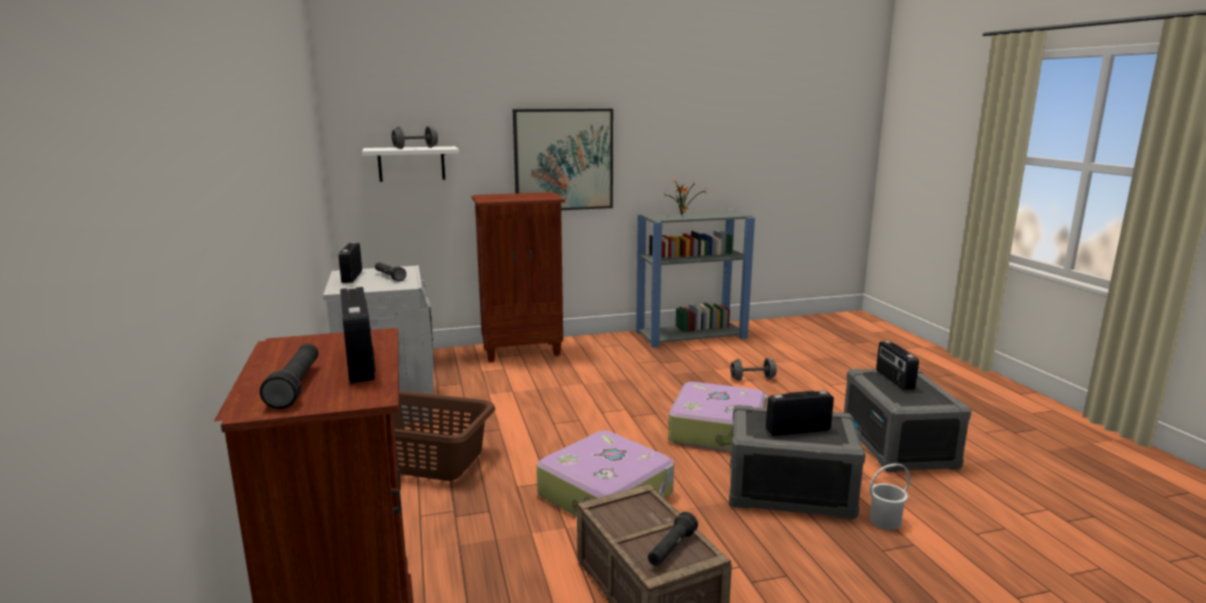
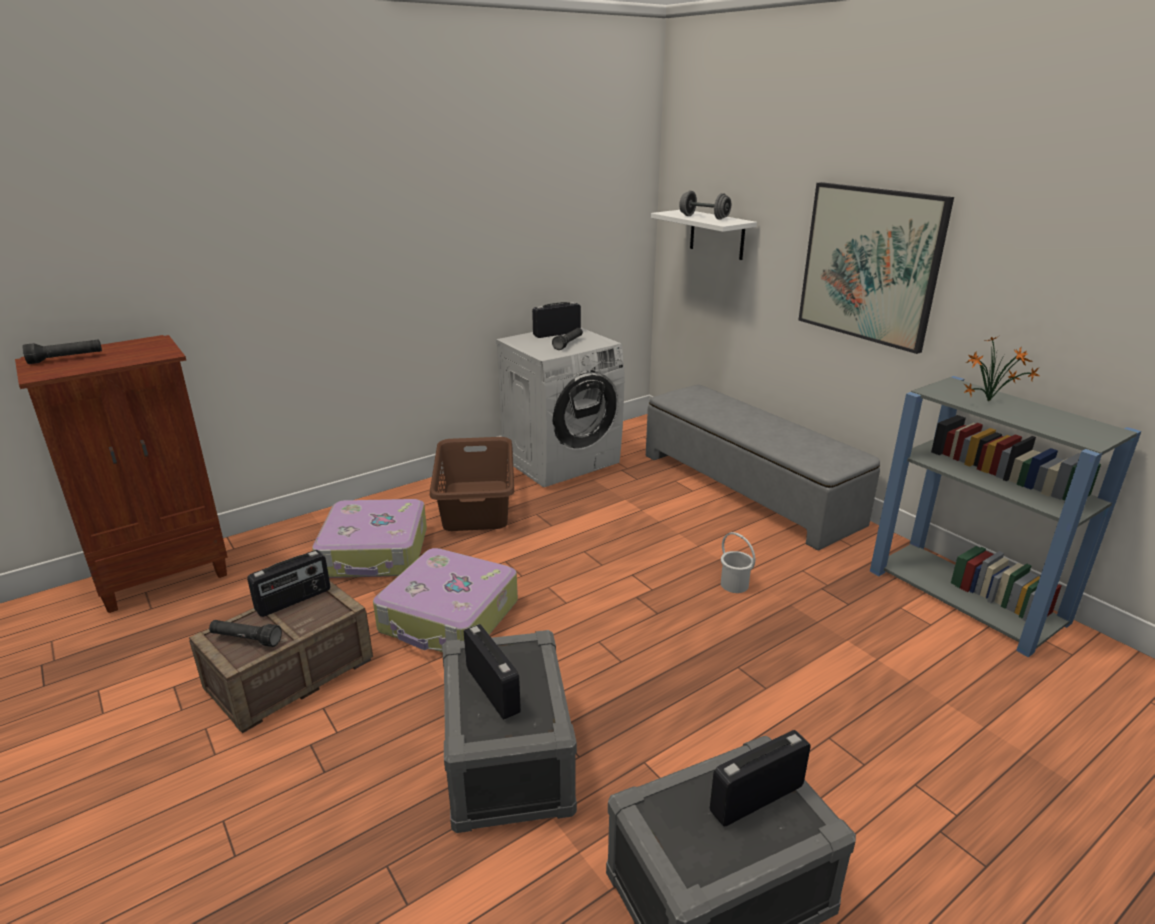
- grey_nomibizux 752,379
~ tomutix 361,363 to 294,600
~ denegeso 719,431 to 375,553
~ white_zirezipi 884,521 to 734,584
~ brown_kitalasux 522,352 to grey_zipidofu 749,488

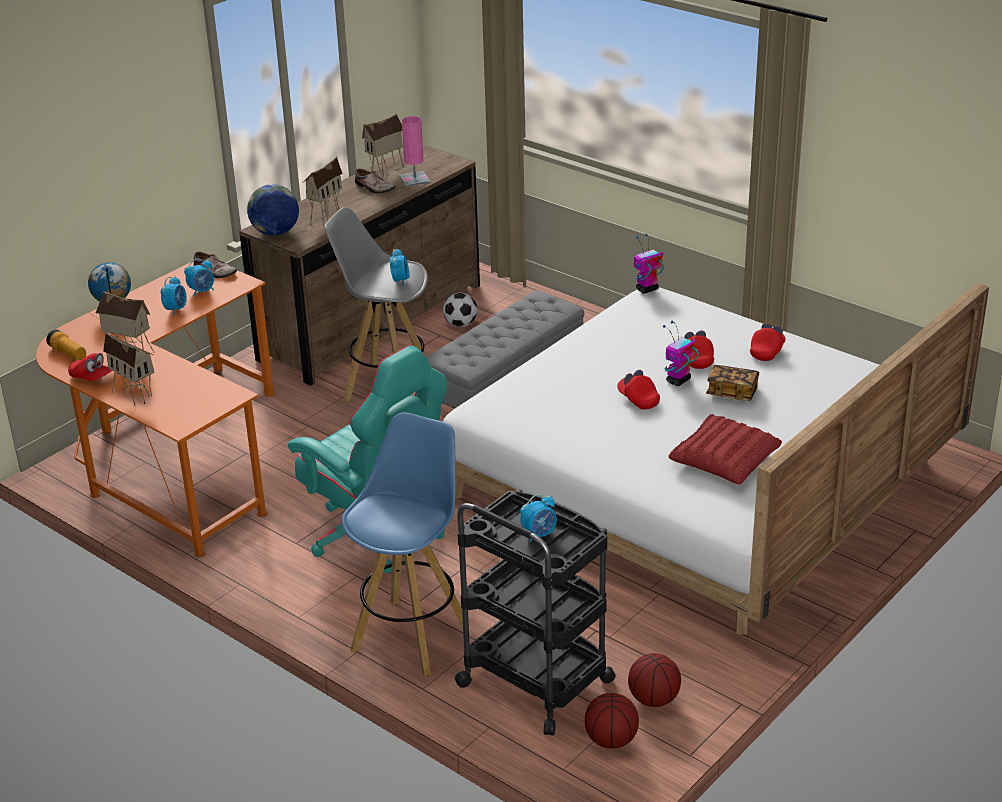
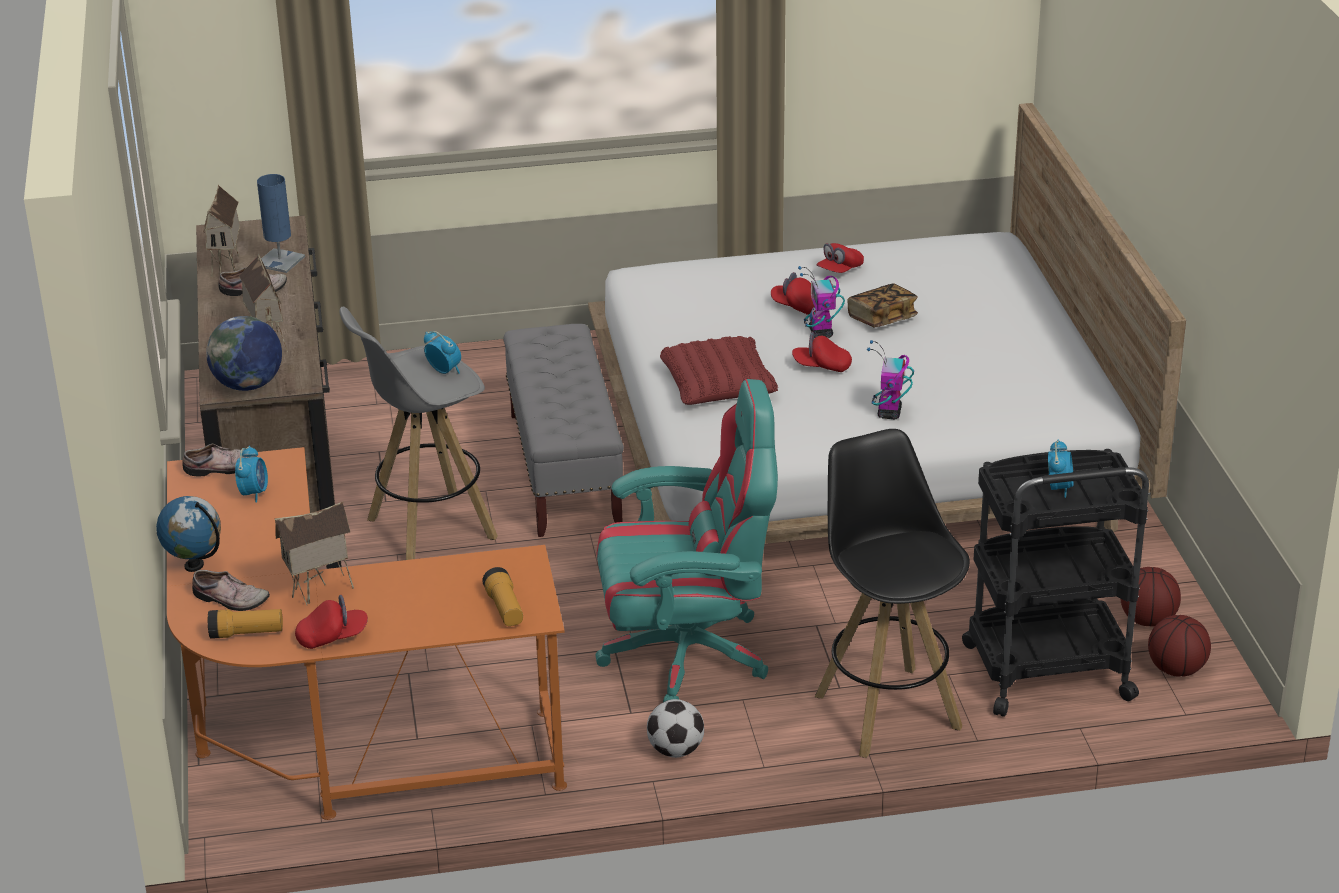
- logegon 135,395
- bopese 176,309
+ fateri 230,600
+ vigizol 504,608
~ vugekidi 460,324 to 675,750
~ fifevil 646,289 to 889,413
~ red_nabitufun 724,460 to 718,384
~ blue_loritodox 412,636 to black_loritodox 887,709
~ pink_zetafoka 414,179 to blue_zetafoka 280,261
~ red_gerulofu 767,351 = 839,270 120 degrees counterclockwise

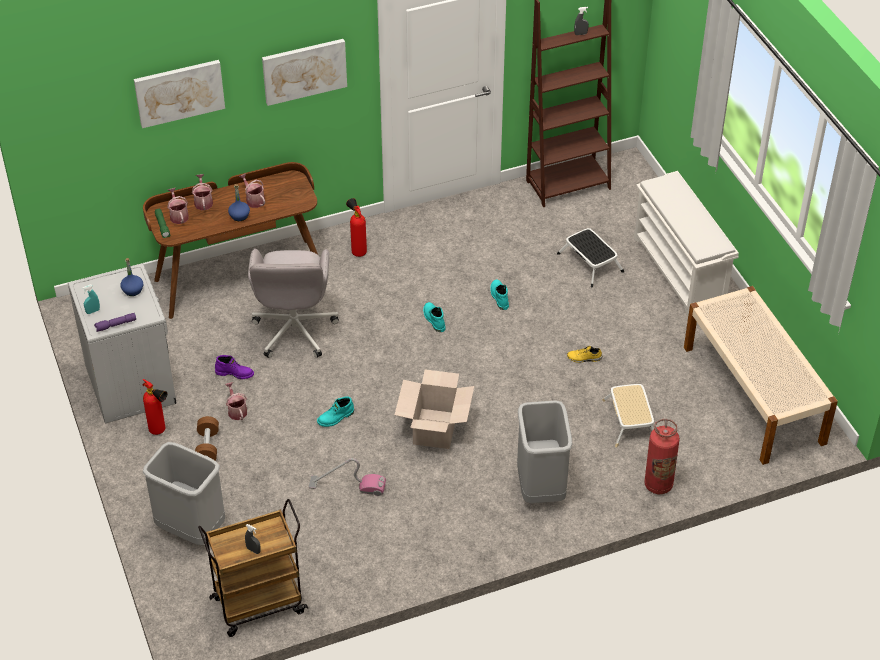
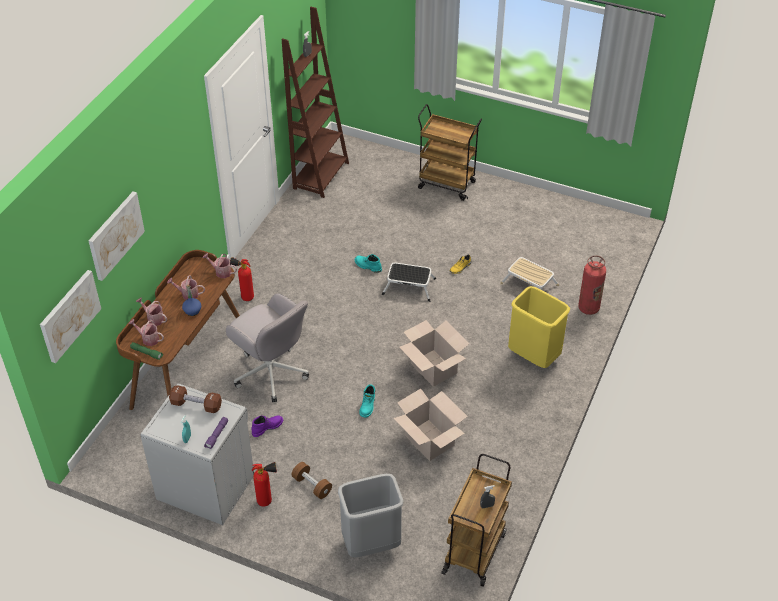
- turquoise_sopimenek 433,319
- beige_zipidofu 754,394
~ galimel 236,410 to 221,272
~ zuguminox 304,70 to 69,315
~ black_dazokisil 590,263 to 409,286
~ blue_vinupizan 132,290 to brown_nomibizux 196,405
~ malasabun 347,486 to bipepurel 429,440
~ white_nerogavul 680,272 to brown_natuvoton 447,185
~ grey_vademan 539,487 to yellow_vademan 533,356

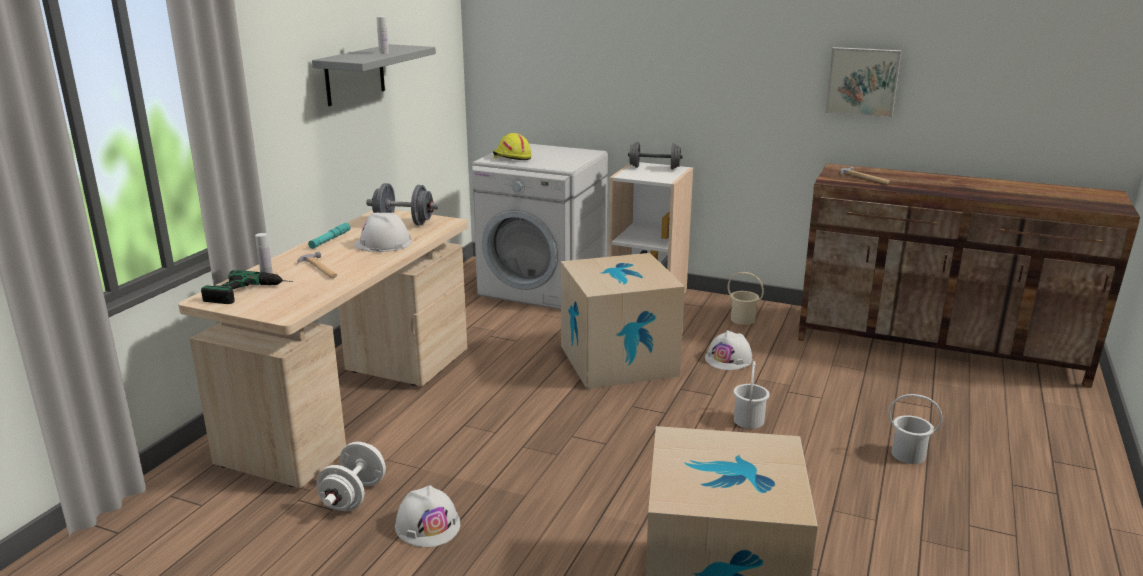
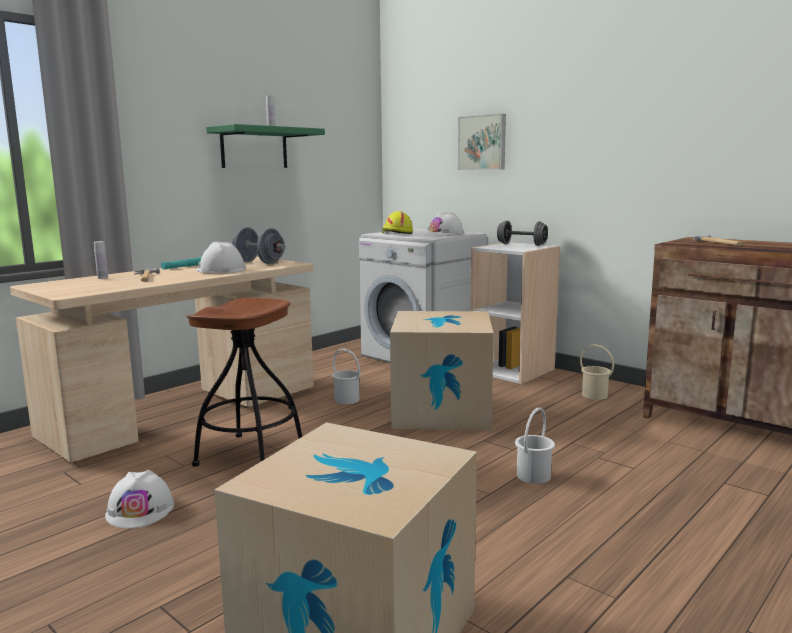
- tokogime 251,293
- white_nomibizux 354,496
+ brown_loritodox 250,454
~ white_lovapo 728,359 to 444,234
~ zuguminox 862,81 to 483,142
~ white_zirezipi 908,454 to 347,399
~ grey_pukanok 355,75 to green_pukanok 254,148

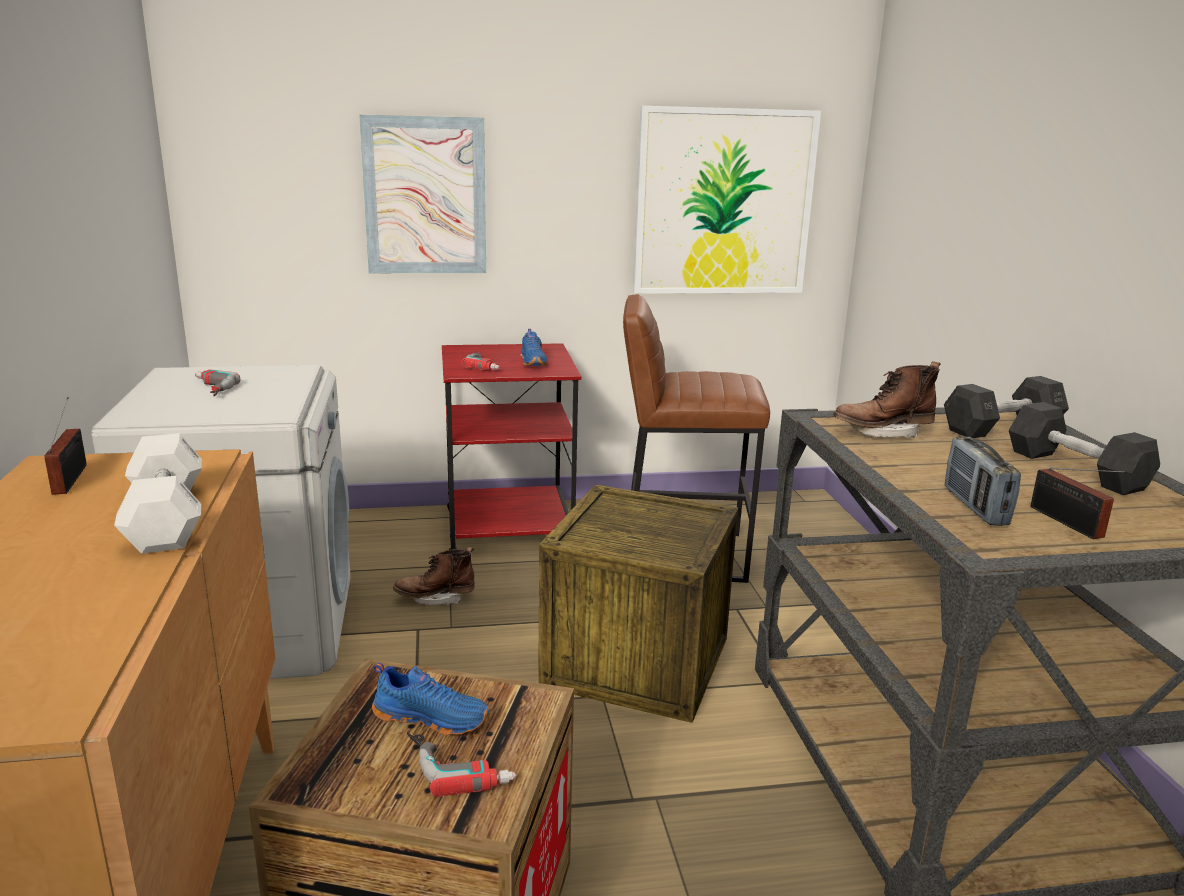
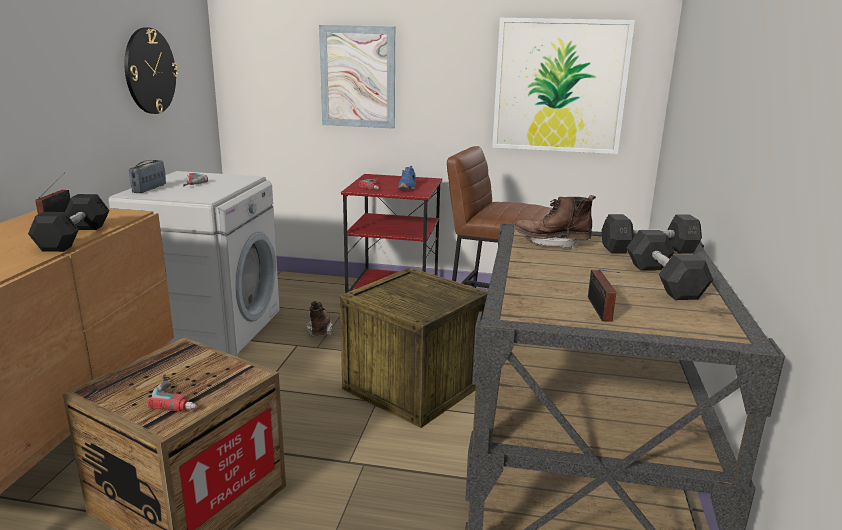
- blue_fateri 432,717
+ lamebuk 150,71
~ tomutix 975,507 to 149,189
~ white_nomibizux 166,518 to black_nomibizux 74,237
~ brown_sopimenek 435,598 = 320,330 75 degrees clockwise

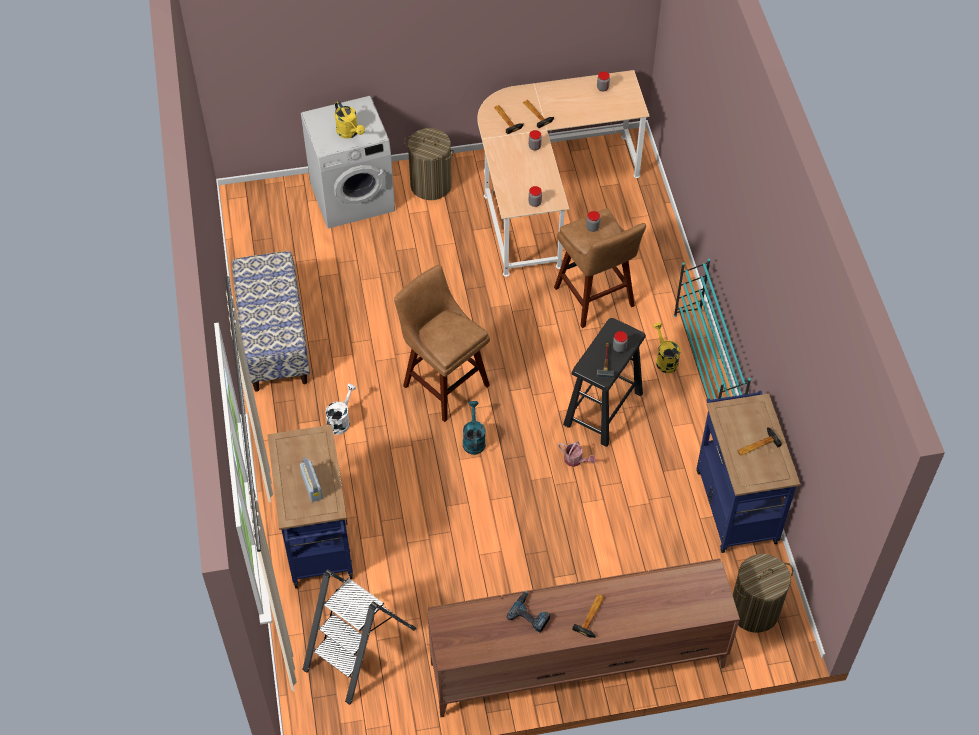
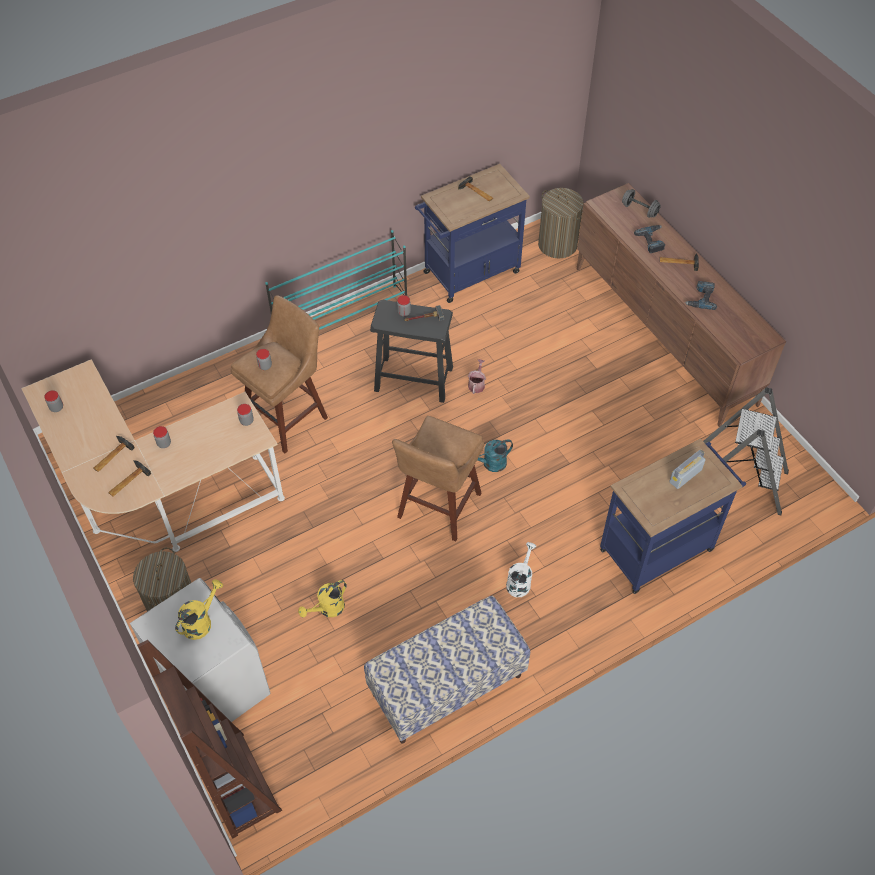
+ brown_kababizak 237,785
+ grey_nomibizux 639,210
+ tokogime 652,240
~ yellow_galimel 664,359 to 327,609
~ white_galimel 340,420 = 520,581 105 degrees clockwise

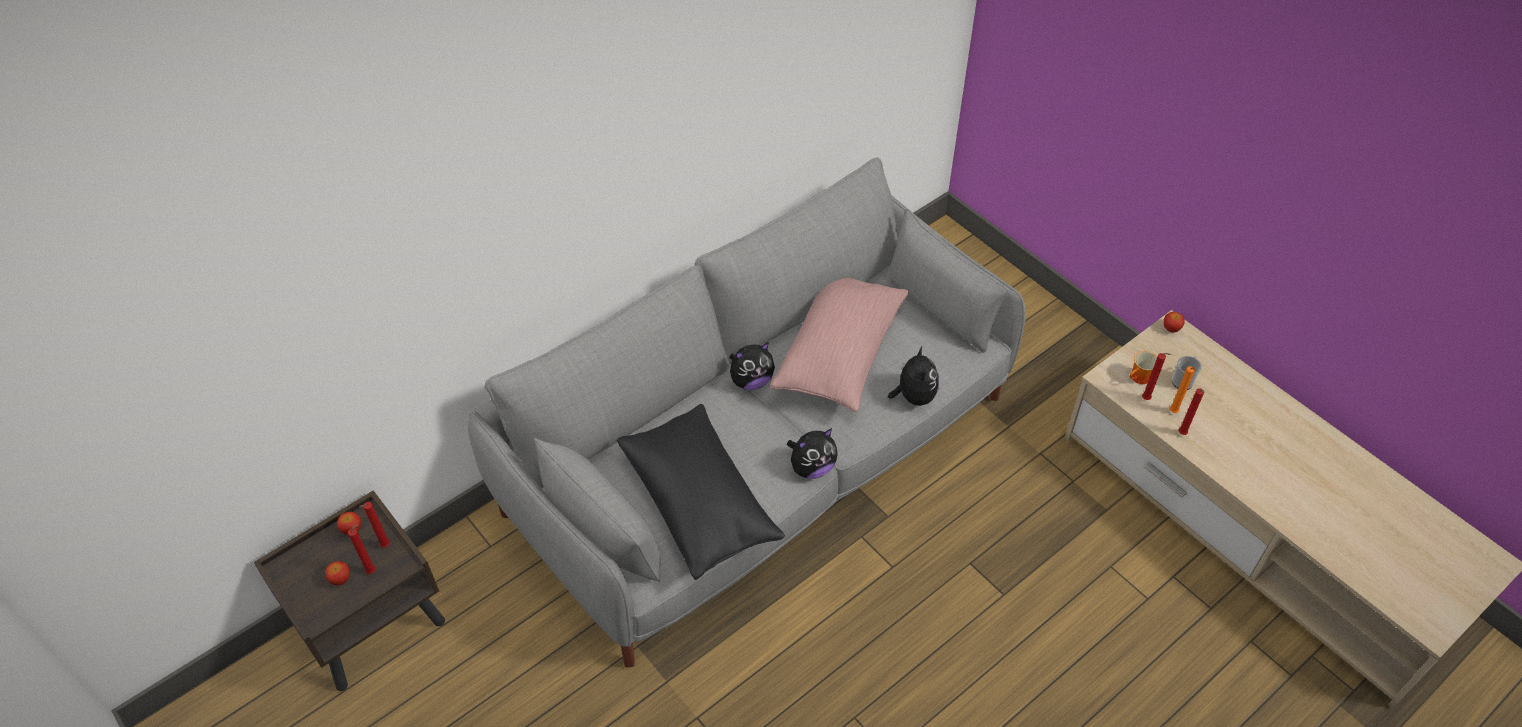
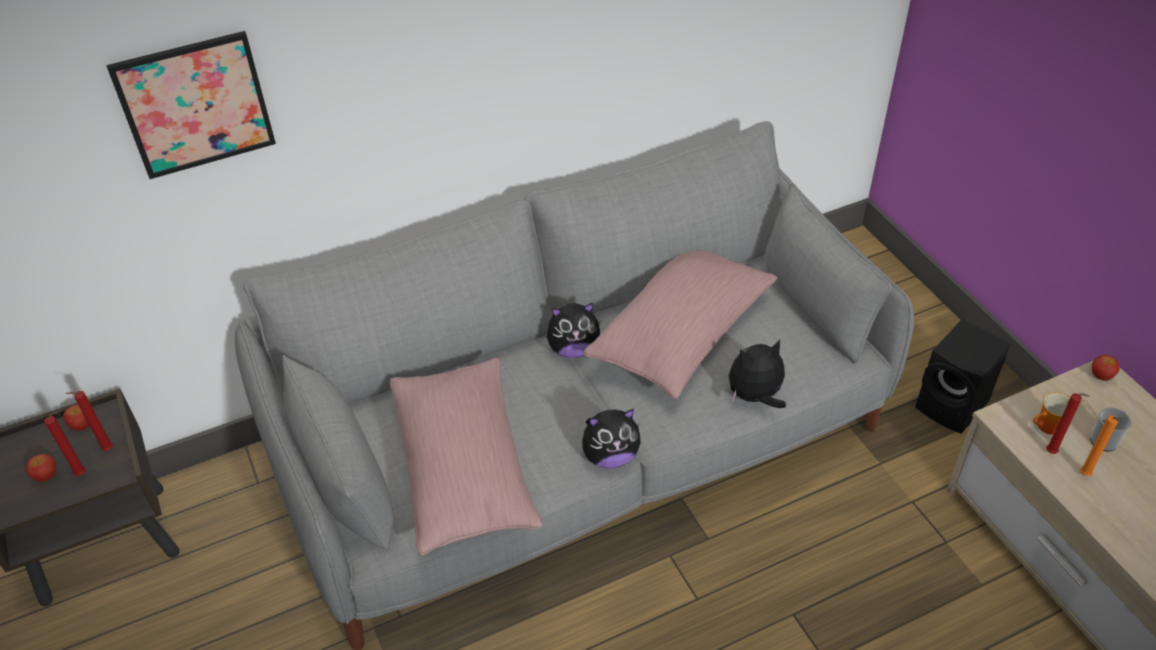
- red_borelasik 1182,434
+ zuguminox 195,105
+ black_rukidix 953,406
~ black_nabitufun 699,502 to pink_nabitufun 464,469
~ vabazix 913,396 = 755,397 120 degrees counterclockwise

